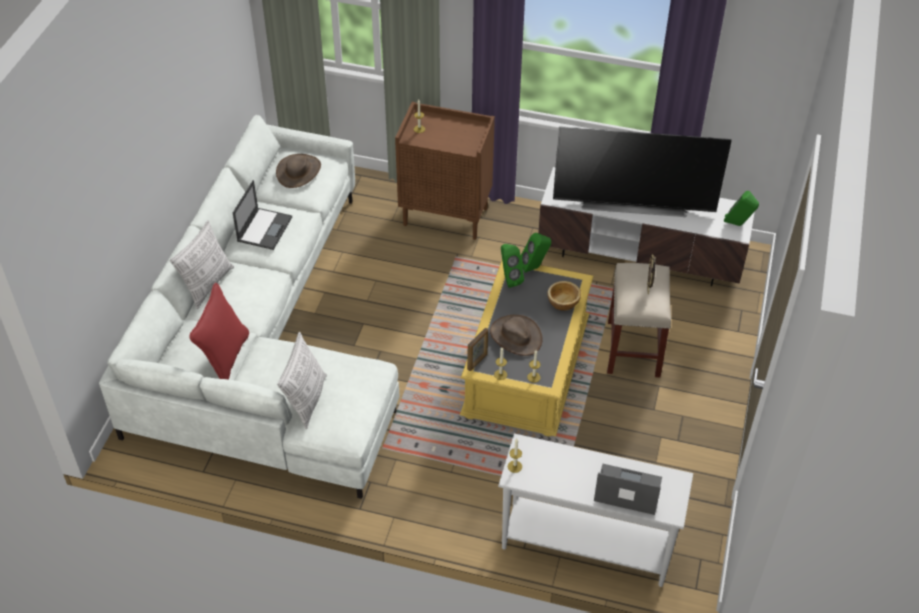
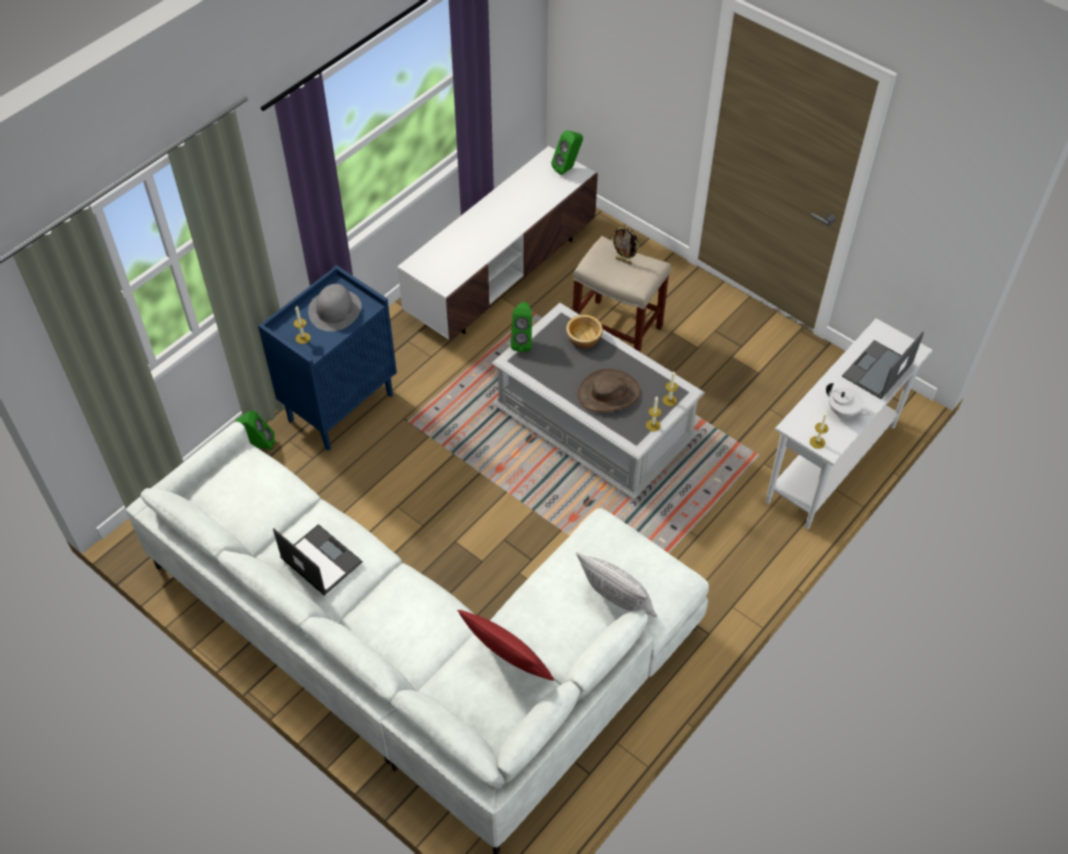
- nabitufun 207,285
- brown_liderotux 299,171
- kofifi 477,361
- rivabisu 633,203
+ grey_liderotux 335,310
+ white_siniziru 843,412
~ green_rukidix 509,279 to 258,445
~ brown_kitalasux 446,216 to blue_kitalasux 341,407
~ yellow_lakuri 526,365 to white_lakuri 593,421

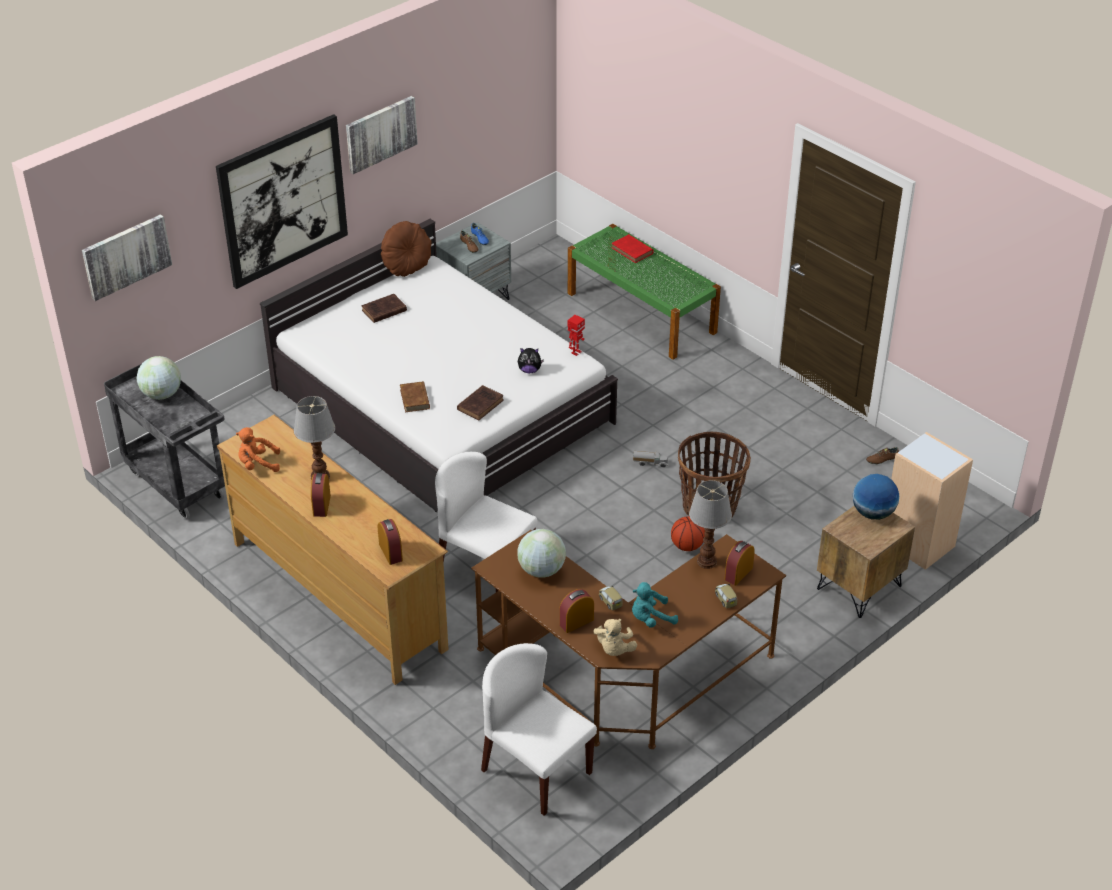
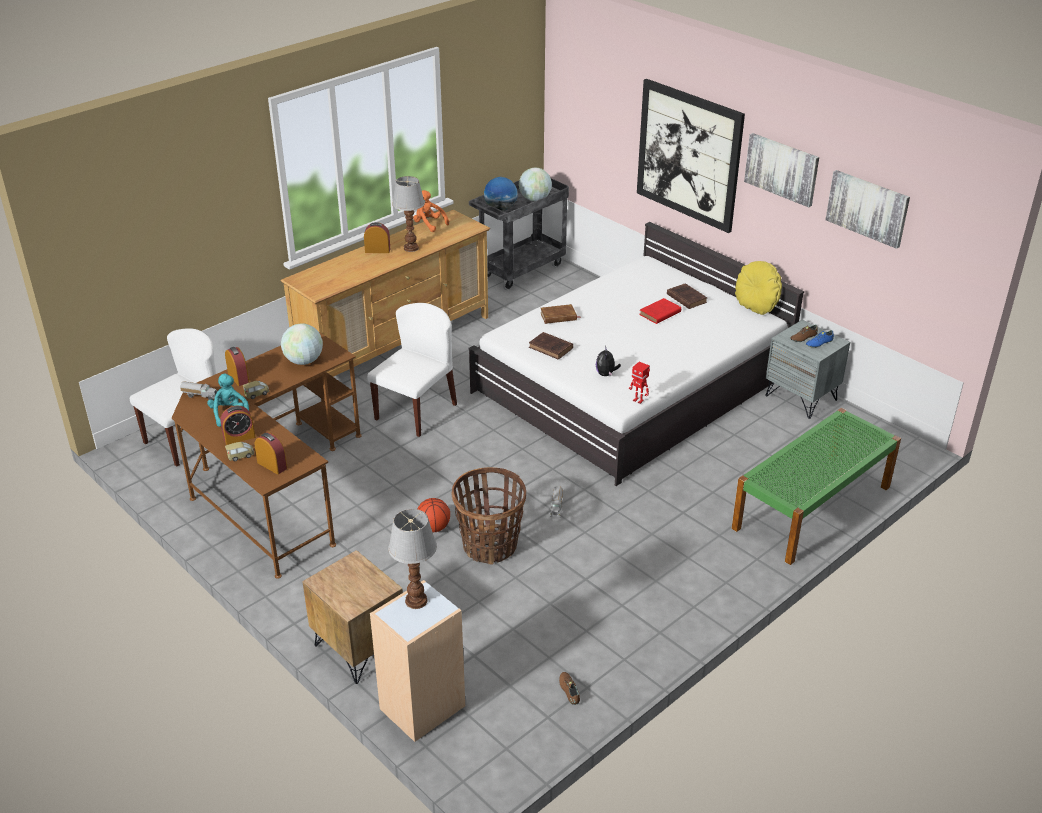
~ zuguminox 126,256 to 867,208
~ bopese 390,552 to 239,437
~ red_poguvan 633,251 to 659,314
~ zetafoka 706,561 to 416,600
~ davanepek 873,513 to 501,209
~ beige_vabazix 614,649 to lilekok 200,395
~ brown_nabitufun 407,269 to yellow_nabitufun 756,307
~ orange_vabazix 258,464 = 429,224 45 degrees counterclockwise

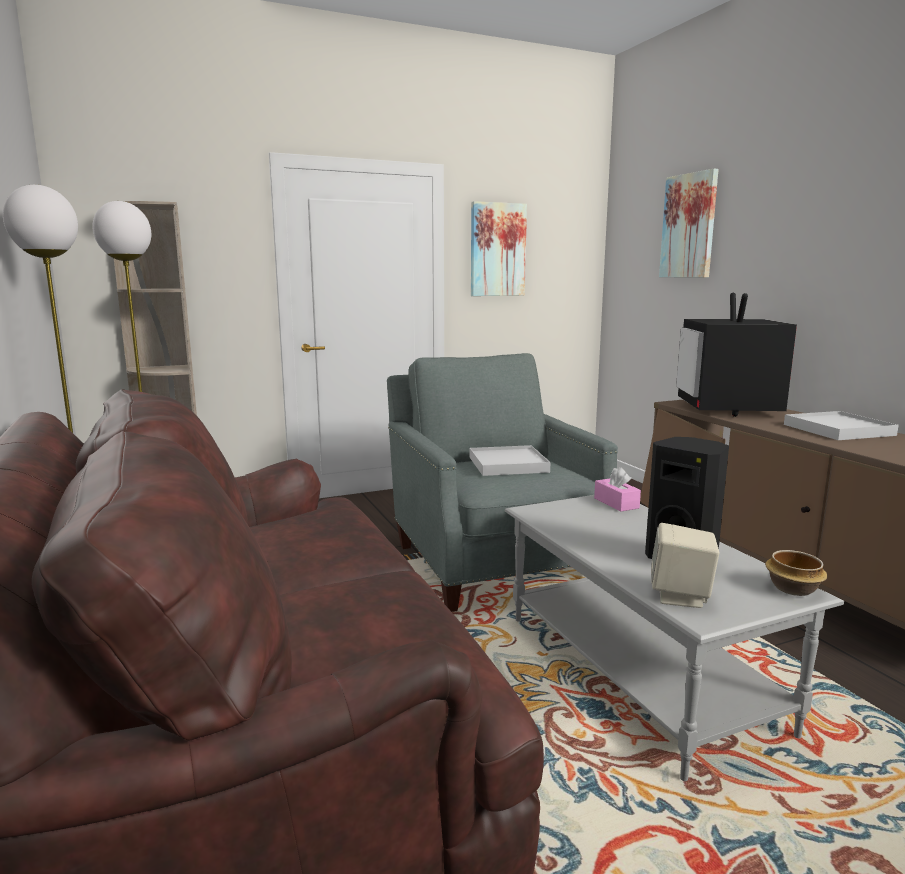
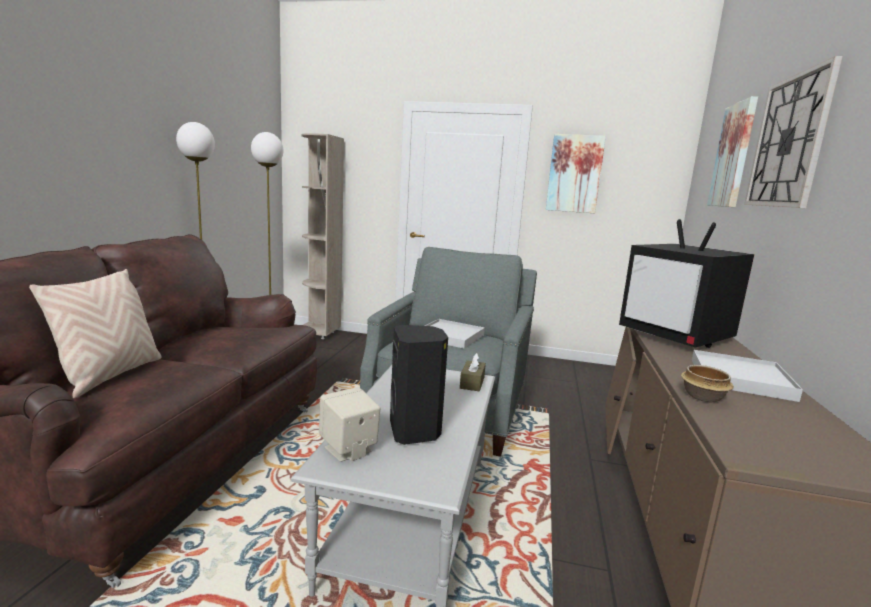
+ beige_nabitufun 110,375
+ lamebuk 788,142
~ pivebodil 793,588 to 703,397
~ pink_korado 616,503 to brown_korado 472,383
~ rivabisu 728,410 = 677,337 75 degrees counterclockwise

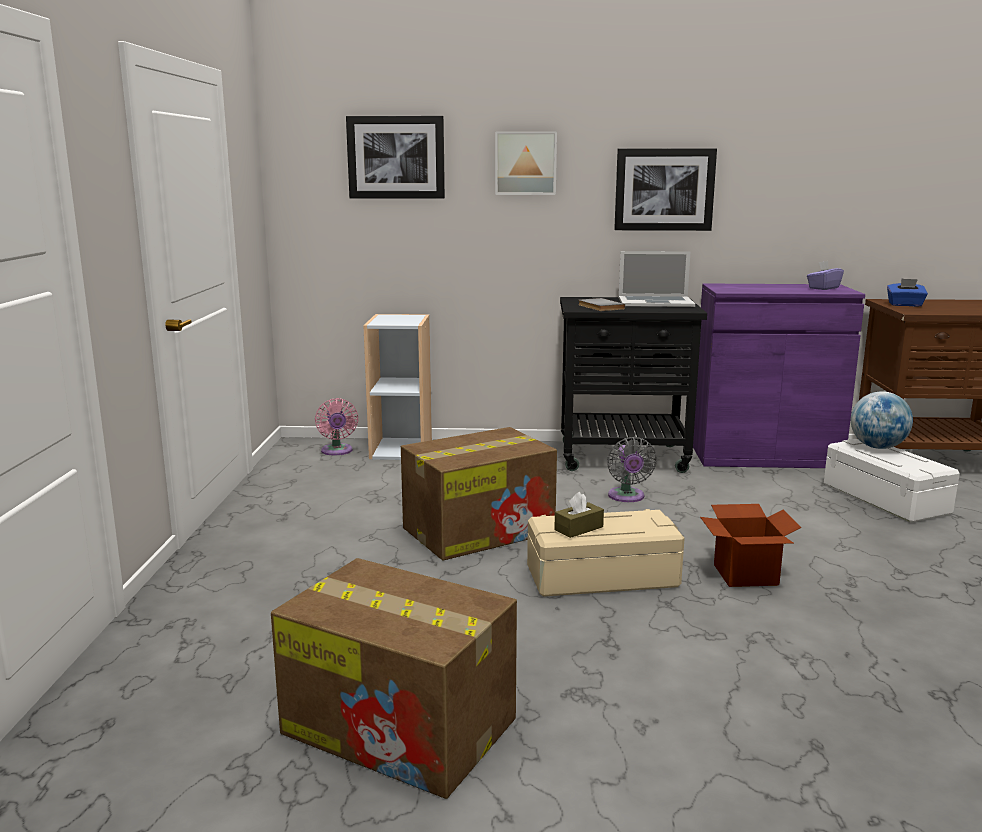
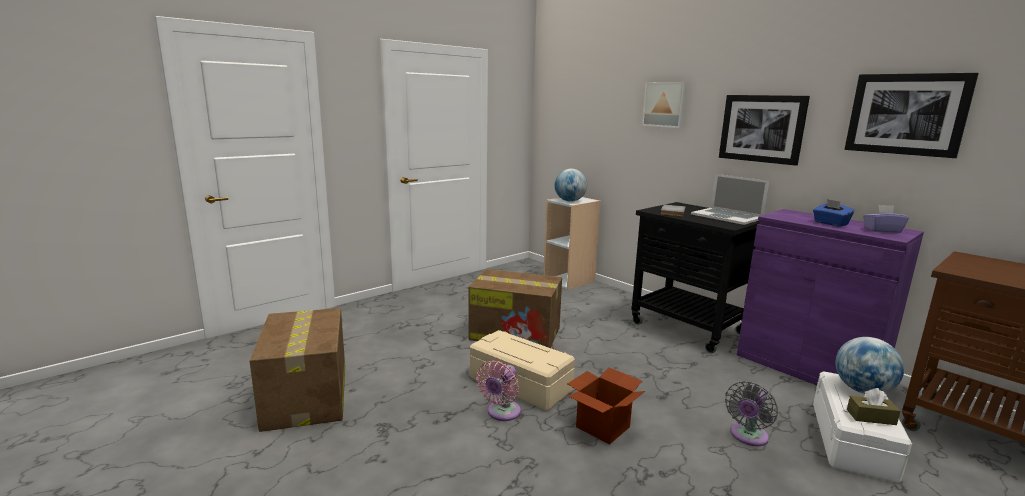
+ davanepek 569,201
~ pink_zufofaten 337,451 to 502,413
~ zuguminox 396,157 to 906,114
~ brown_korado 578,528 to 871,417
~ grey_zufofaten 627,497 to 747,437
~ blue_korado 905,305 to 830,223

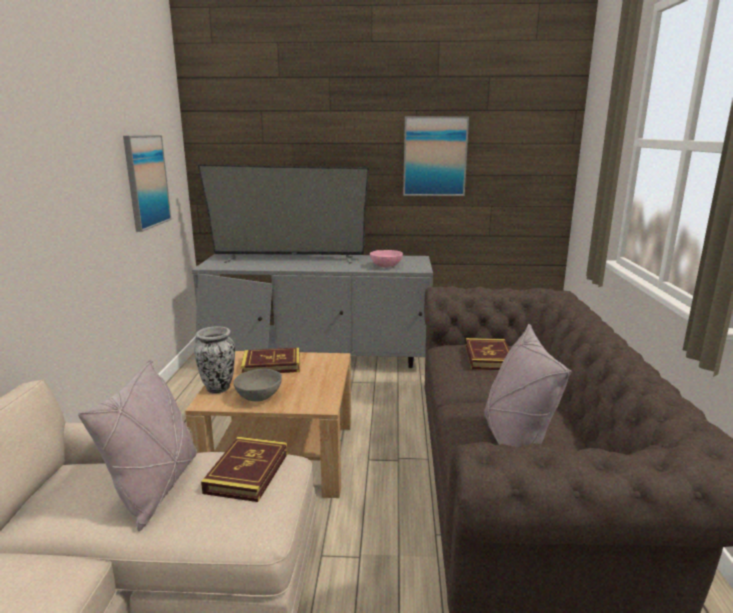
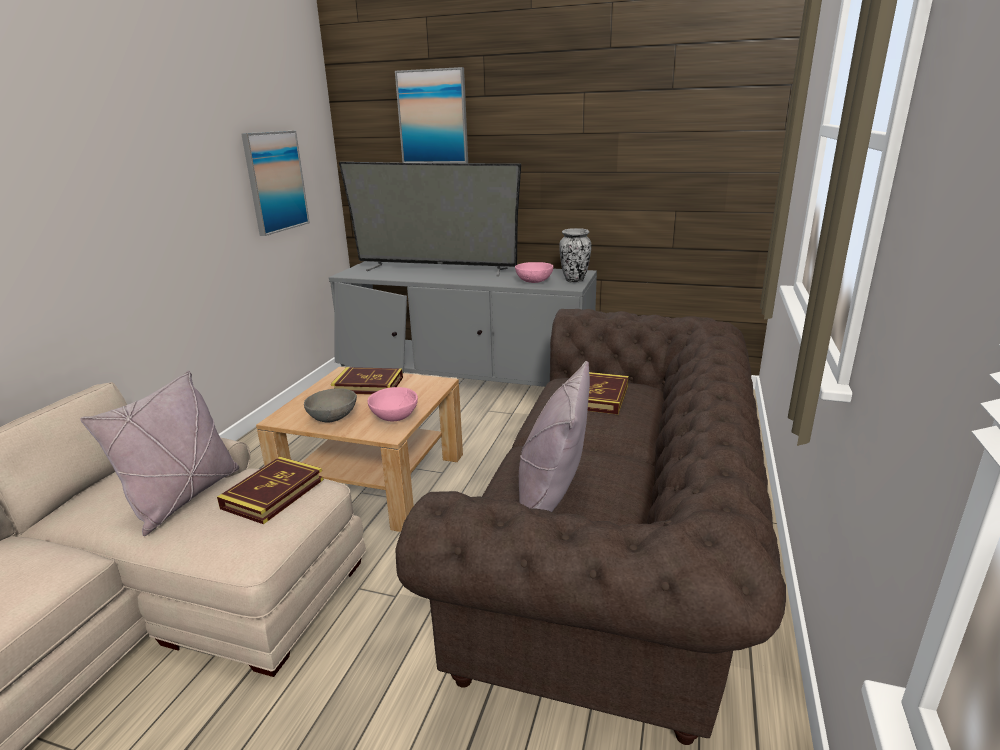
+ pink_pivebodil 394,417
~ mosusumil 218,388 to 574,280
~ zuguminox 435,156 to 433,117

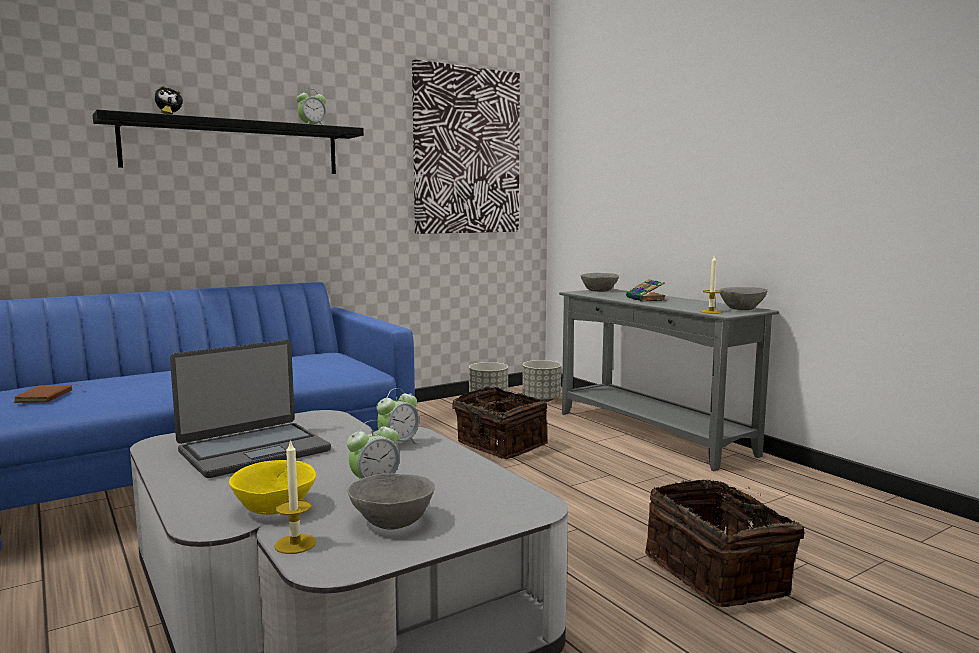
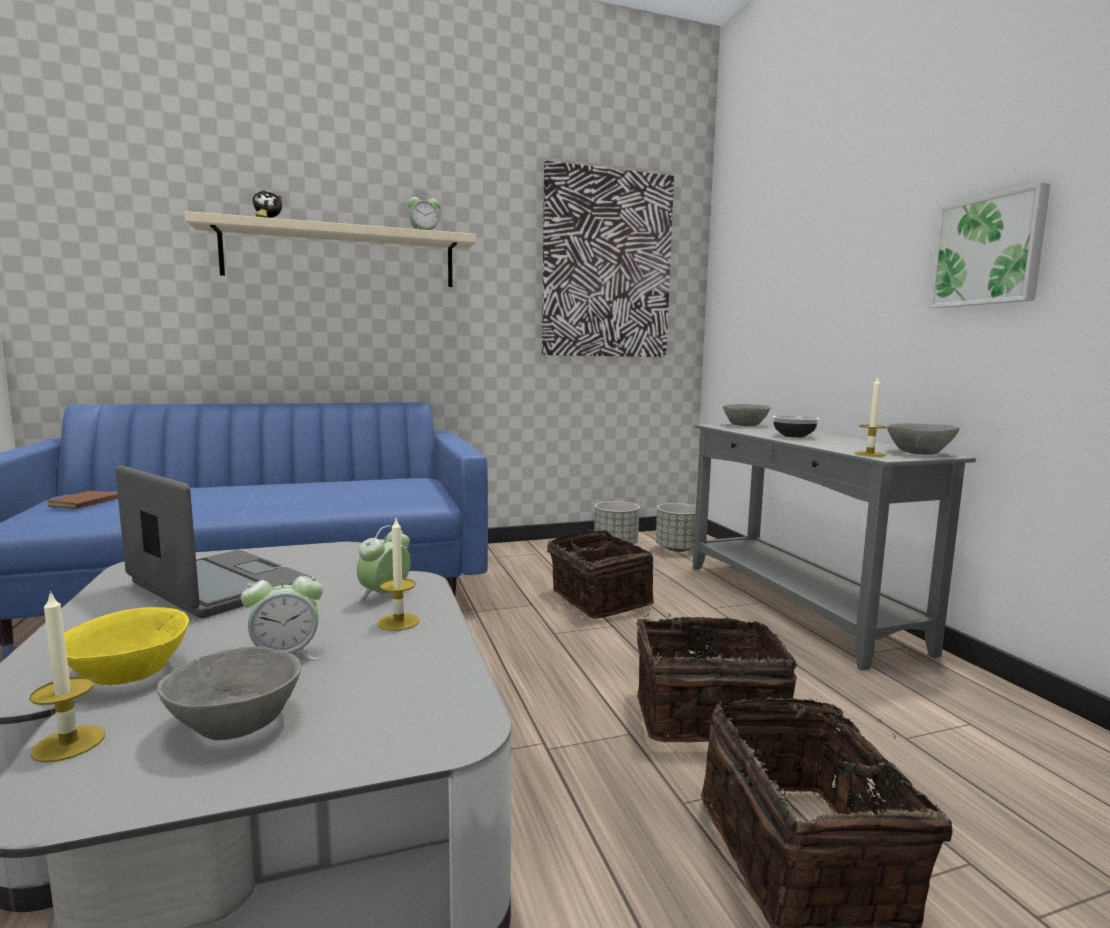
+ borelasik 398,622
+ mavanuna 706,714
+ zuguminox 989,251
~ poguvan 646,299 to pivebodil 794,436
~ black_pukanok 234,147 to beige_pukanok 341,256
~ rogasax 253,451 = 218,586 120 degrees counterclockwise
~ bopese 398,444 = 385,596 150 degrees clockwise

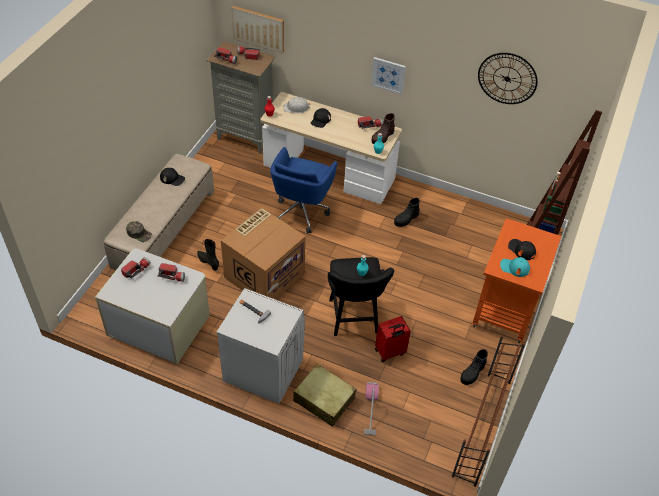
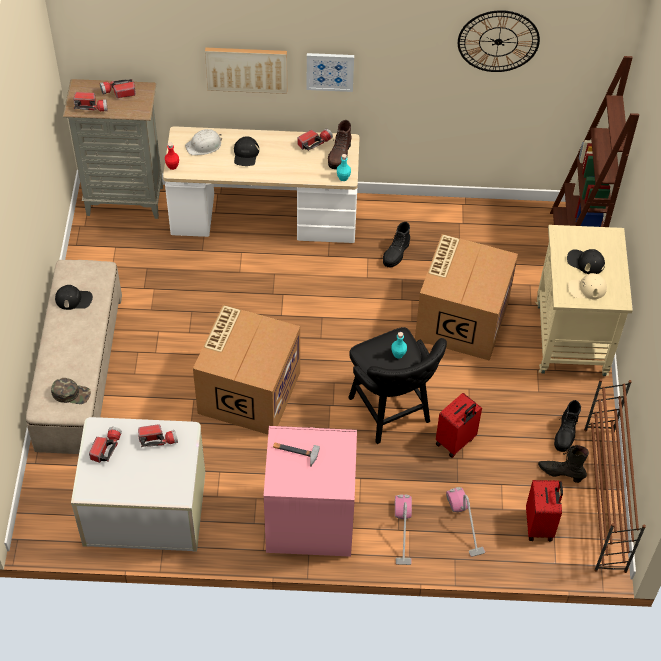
- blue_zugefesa 302,211
+ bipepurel 461,319
+ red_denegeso 540,525
~ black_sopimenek 208,262 to 561,473
~ zuguminox 258,28 to 246,69
~ beige_denegeso 324,399 to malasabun 403,531
~ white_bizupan 263,370 to pink_bizupan 309,521
~ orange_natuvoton 504,311 to beige_natuvoton 570,340
~ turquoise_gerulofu 514,267 to beige_gerulofu 587,288

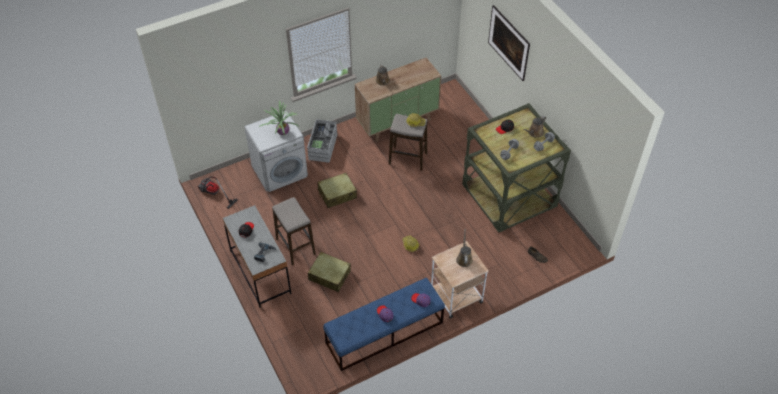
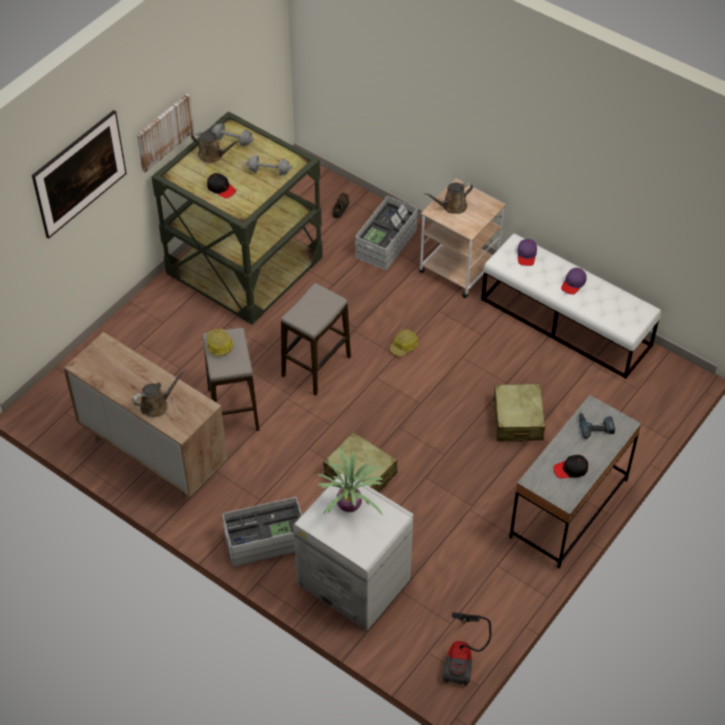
+ zuguminox 164,132
+ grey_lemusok 385,242
~ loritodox 295,246 to 316,366
~ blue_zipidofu 384,333 to white_zipidofu 566,322

